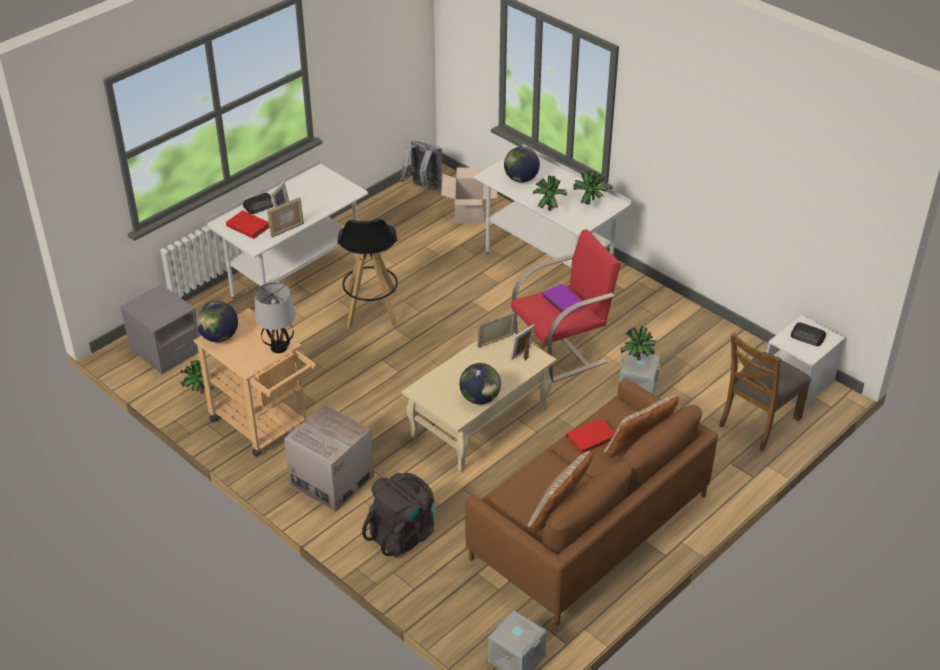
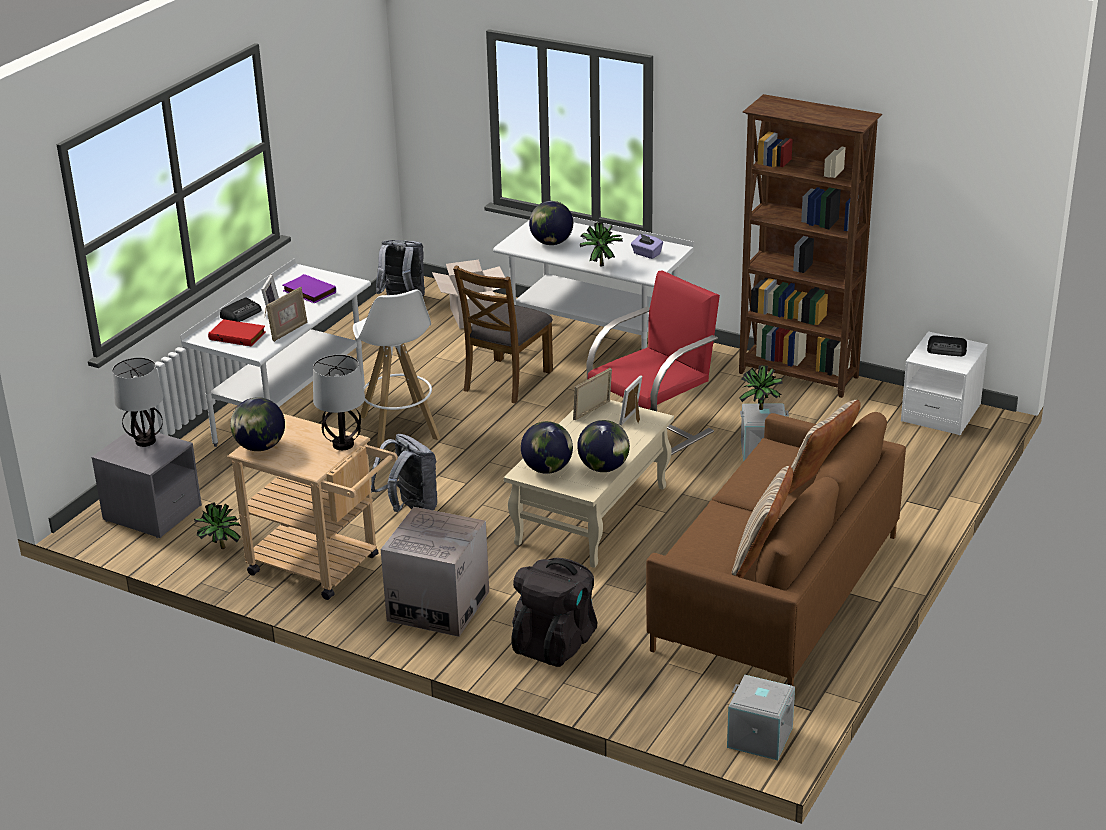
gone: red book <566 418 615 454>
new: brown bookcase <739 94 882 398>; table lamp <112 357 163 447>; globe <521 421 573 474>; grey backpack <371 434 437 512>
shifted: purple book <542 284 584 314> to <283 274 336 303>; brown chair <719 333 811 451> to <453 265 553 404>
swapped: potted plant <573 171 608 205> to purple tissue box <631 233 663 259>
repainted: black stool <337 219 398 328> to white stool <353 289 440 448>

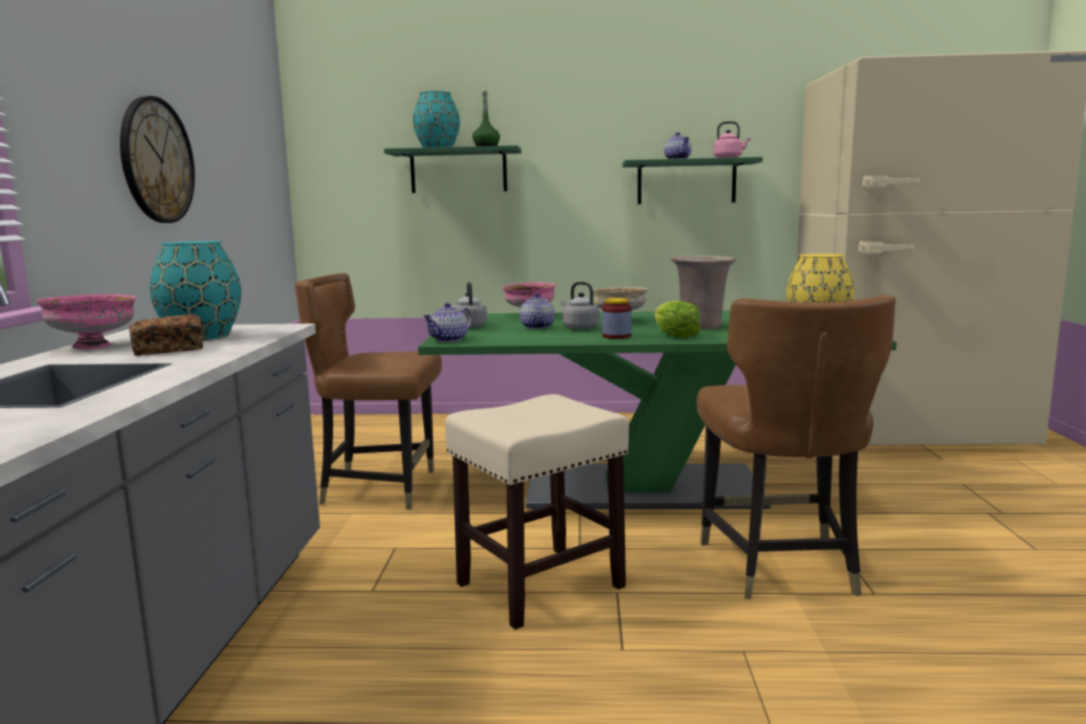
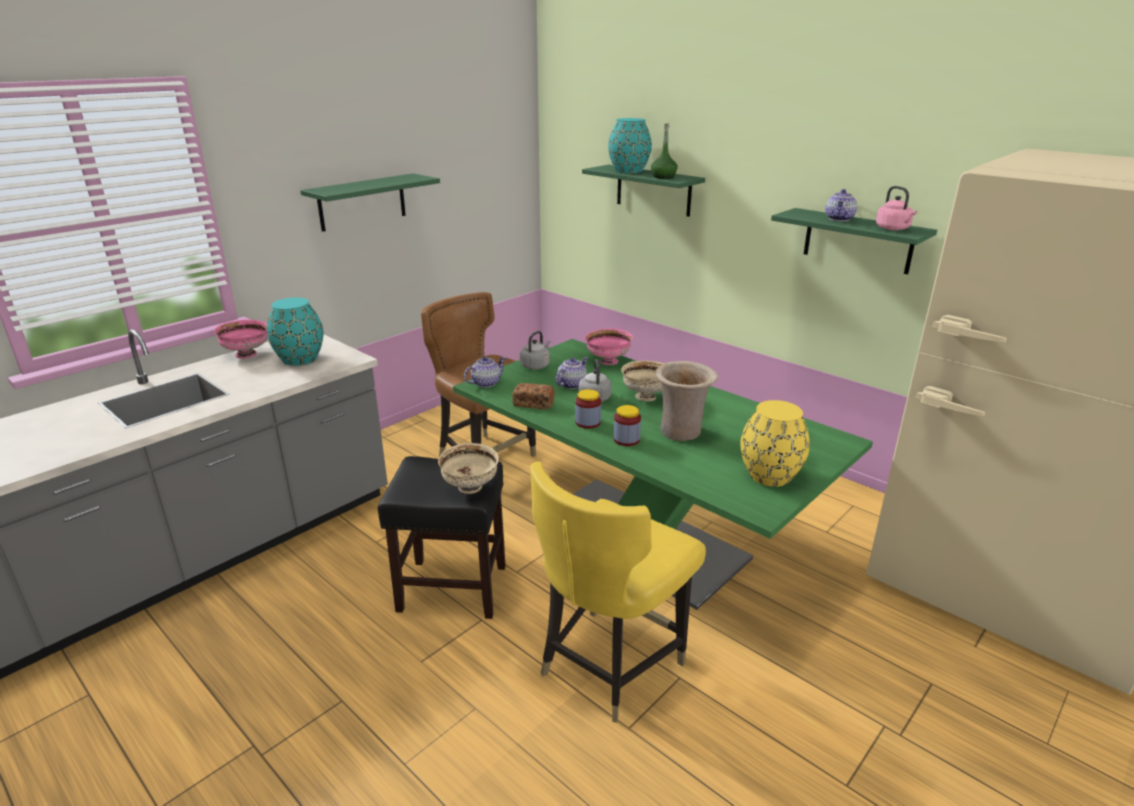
new: beige bowl <438 443 499 494>
shifted: bread <129 314 203 356> to <512 383 555 409>
swapped: wall clock <120 96 195 223> to green shelf <300 173 440 232>; lettuce <655 301 701 338> to jar <613 405 641 446>
repainted: brown chair <697 295 896 599> to yellow chair <530 461 706 723>; beige stool <445 394 629 630> to black stool <378 456 506 619>
rotated: teapot <423 303 472 342> = <464 356 506 388> 150 degrees clockwise

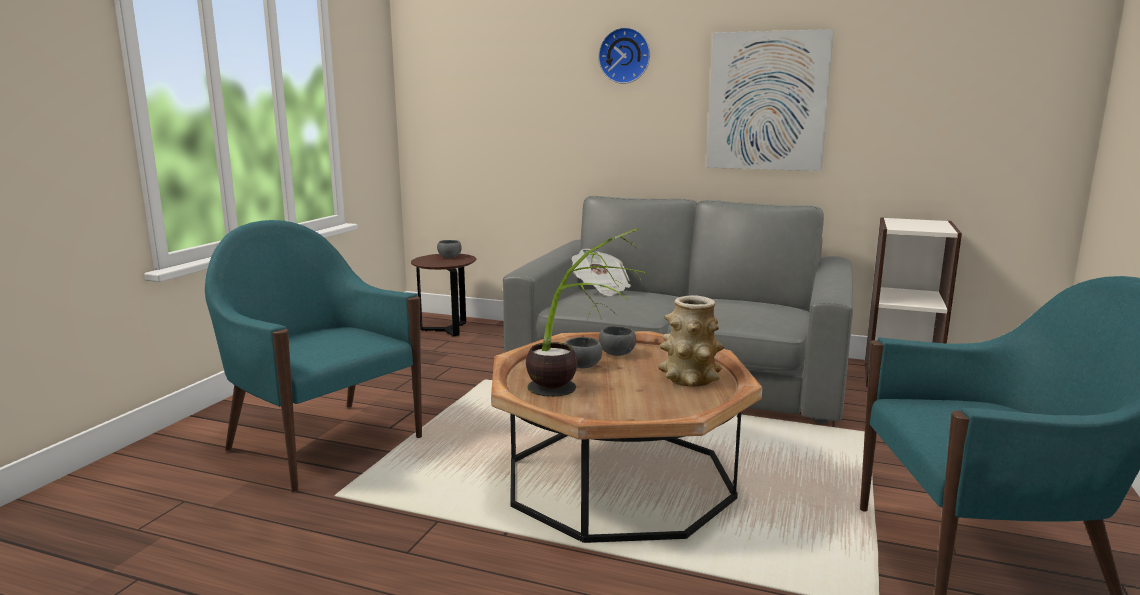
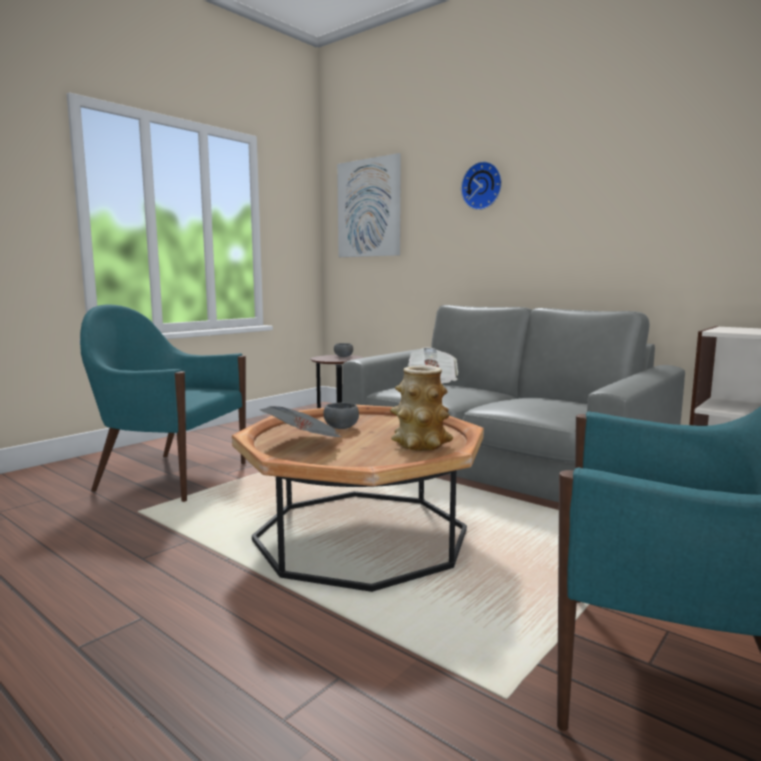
gone: grey bowl <599 326 636 356>
shifted: picture <706 29 834 171> to <337 153 401 257>
swapped: potted plant <526 228 646 397> to newspaper <260 406 342 437>
rotated: turquoise armchair <205 220 422 492> = <80 305 246 502> 45 degrees counterclockwise

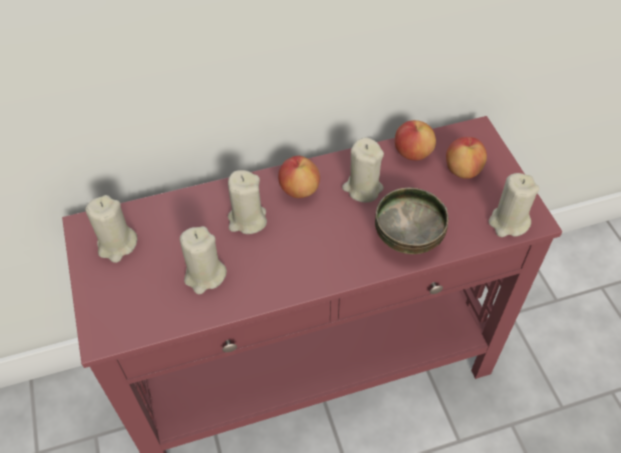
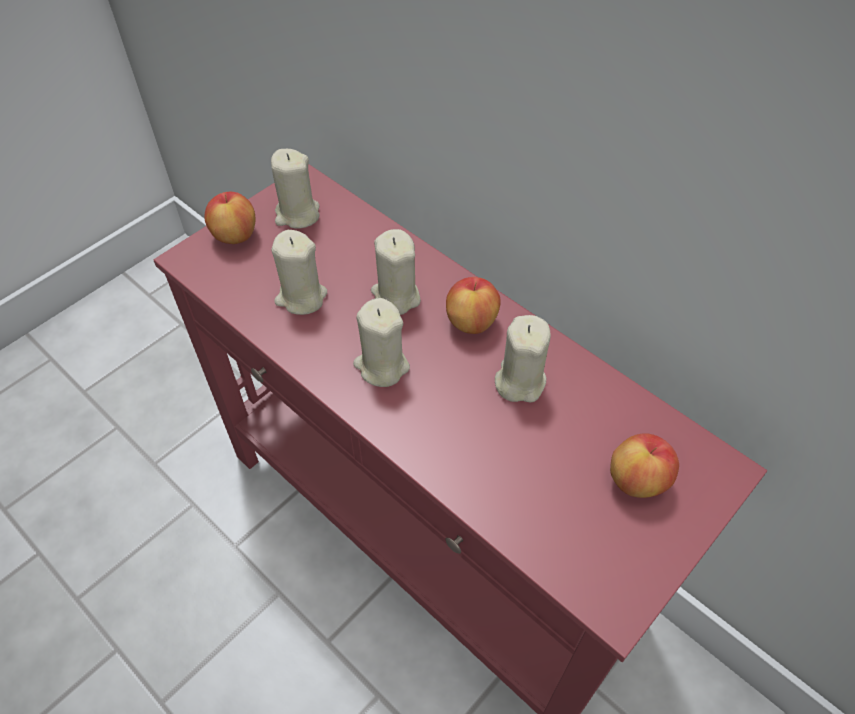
gone: bowl <375 188 449 254>
shifted: apple <395 120 436 160> to <204 192 255 244>; beige candle <489 173 539 237> to <353 298 410 387>

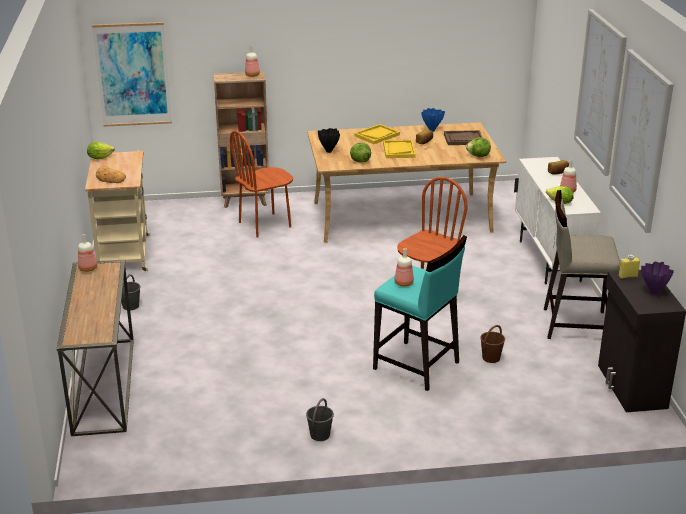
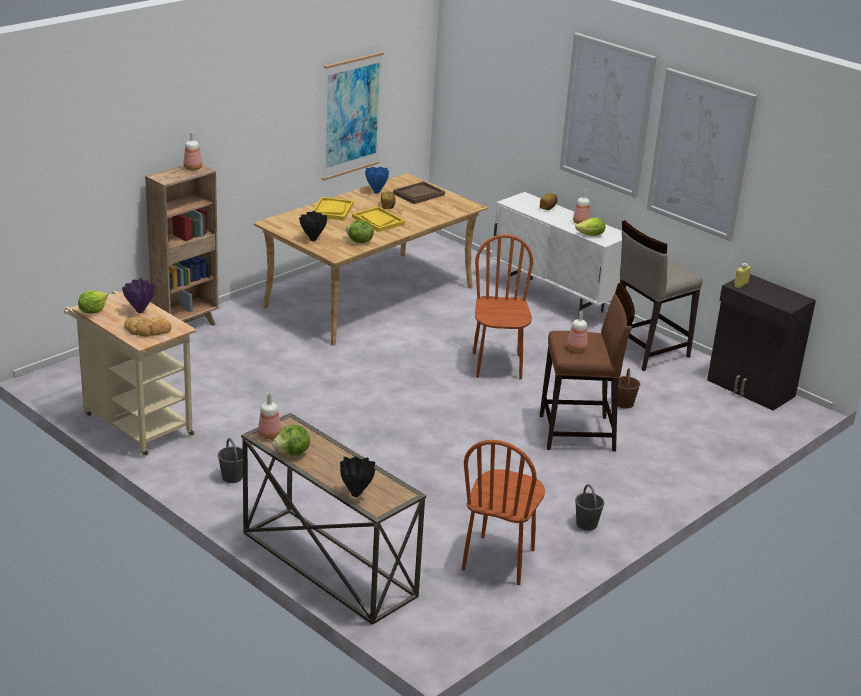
new: black vase <340 456 375 497>
shifted: picture <92 22 172 127> to <322 52 384 181>; brown chair <230 130 293 237> to <462 440 545 585>; lettuce <466 138 491 157> to <272 425 310 456>; purple vase <641 262 674 294> to <122 278 155 313>
repainted: turquoise stool <373 235 467 391> to brown stool <540 283 635 451>

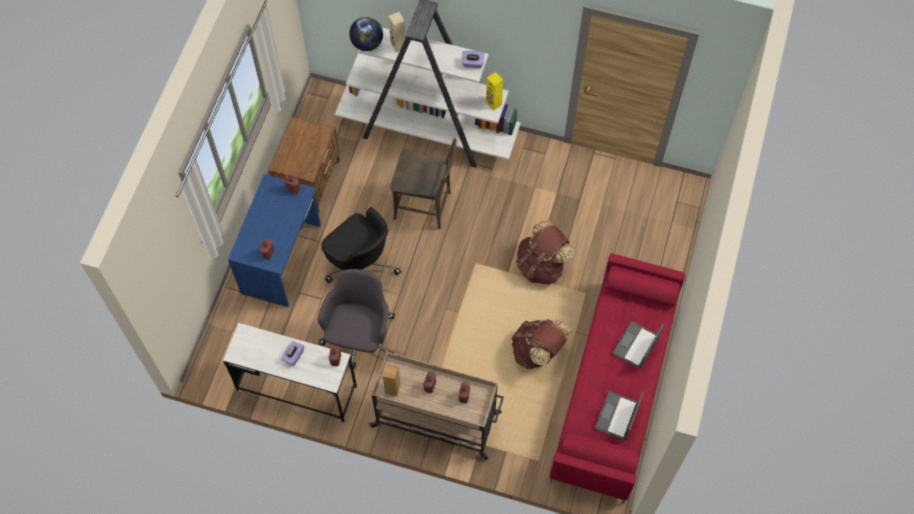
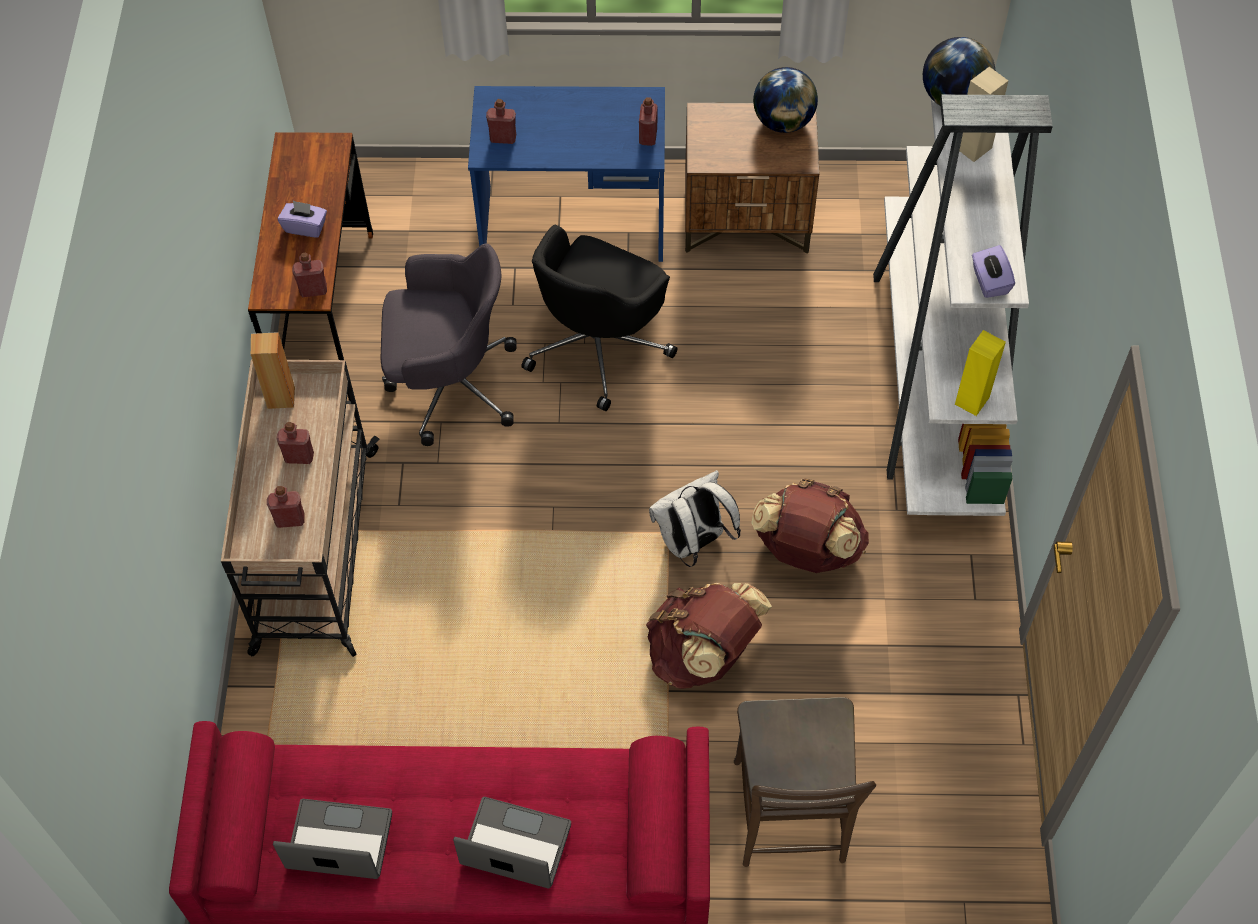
new: globe <753 67 818 133>; white backpack <649 470 741 567>
shifted: brown chair <390 138 456 229> to <734 697 876 867>; brown backpack <512 319 572 369> to <751 478 869 573>
repainted: white desk <223 323 357 422> to brown desk <248 132 373 401>

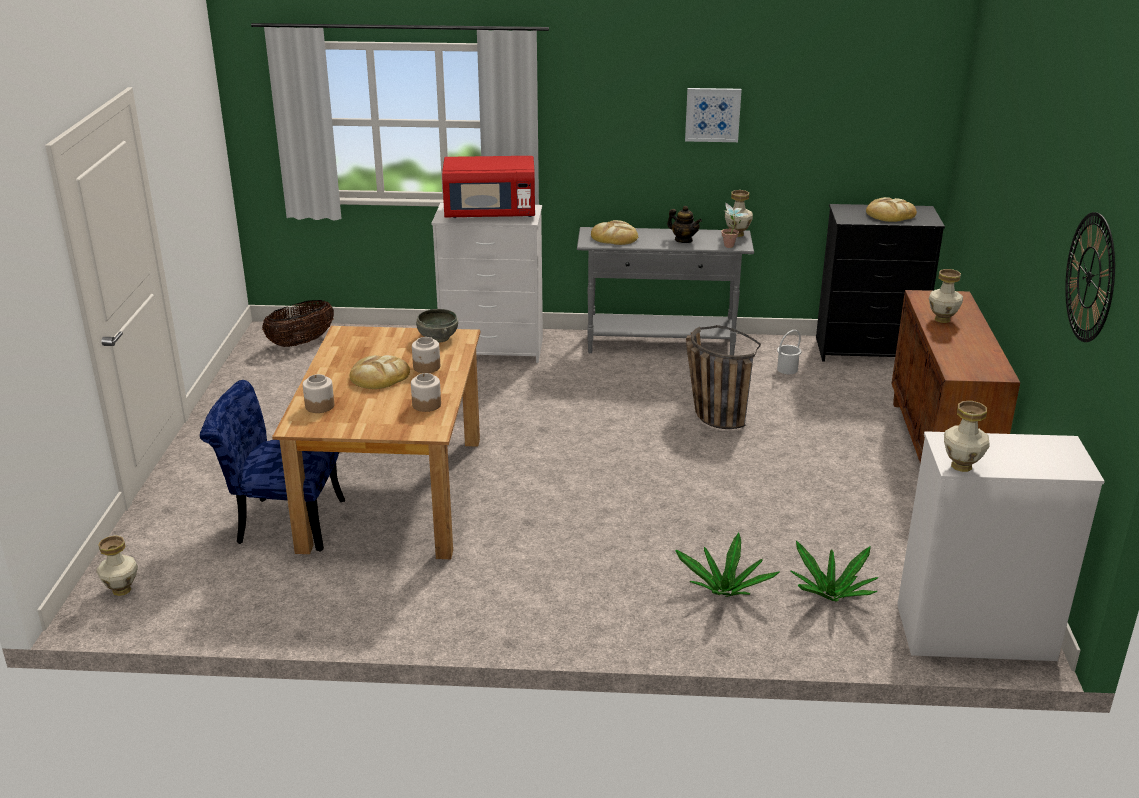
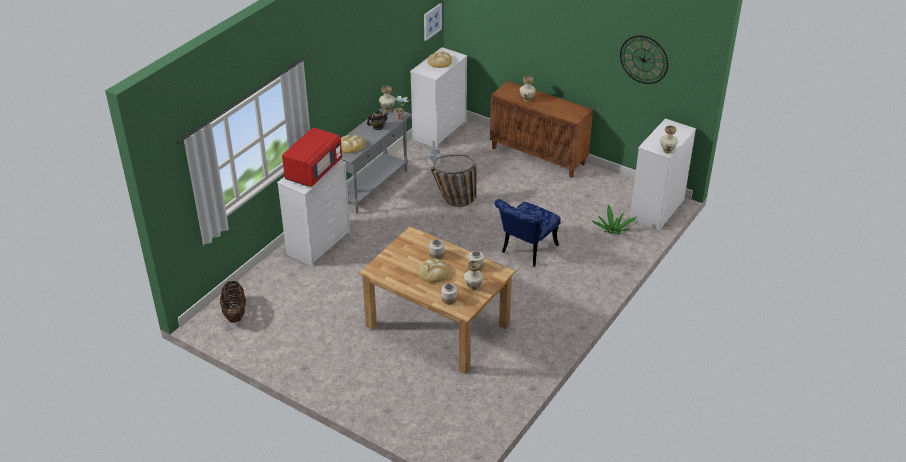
gone: grey bowl <416 309 458 343>; potted plant <675 533 780 597>
shifted: picture <685 88 742 142> to <424 3 442 41>; blue chair <200 380 345 552> to <495 199 561 266>; vase <97 536 138 596> to <464 261 484 291>
repainted: black dresser <816 204 945 362> to white dresser <410 47 467 148>

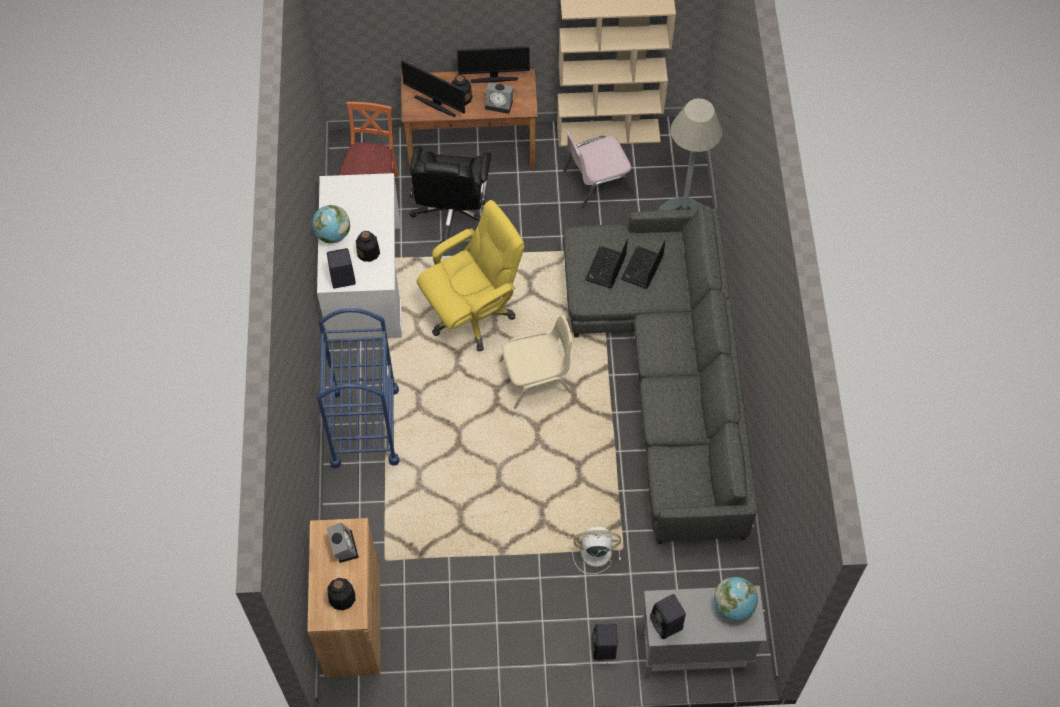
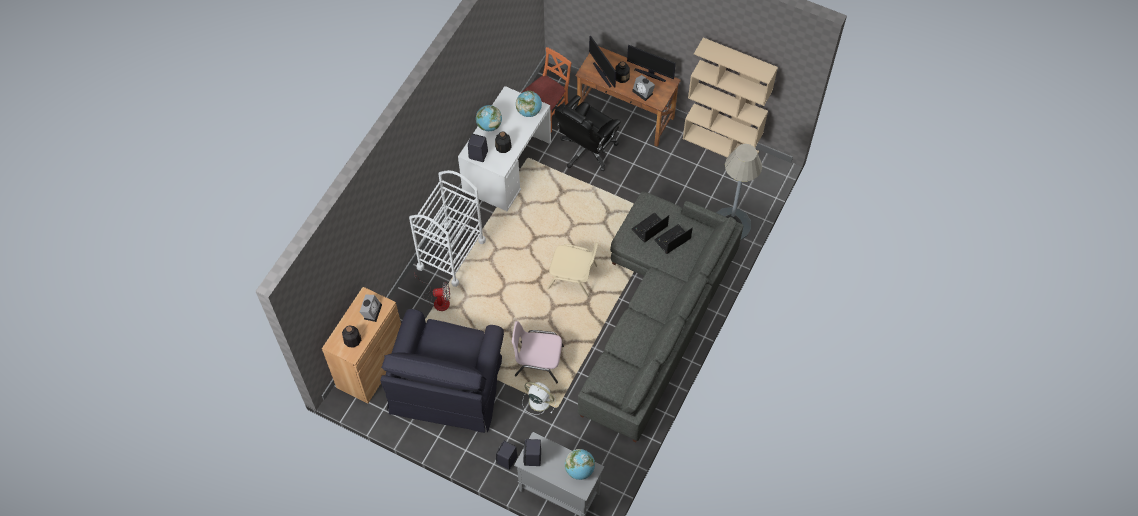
gone: yellow office chair <417 200 524 351>
new: globe <516 91 542 117>; fan <415 276 450 311>; black armchair <380 309 504 433>
shifted: pink chair <563 131 634 209> to <512 321 564 383>
repainted: blue cart <317 308 400 469> to white cart <409 170 486 287>

